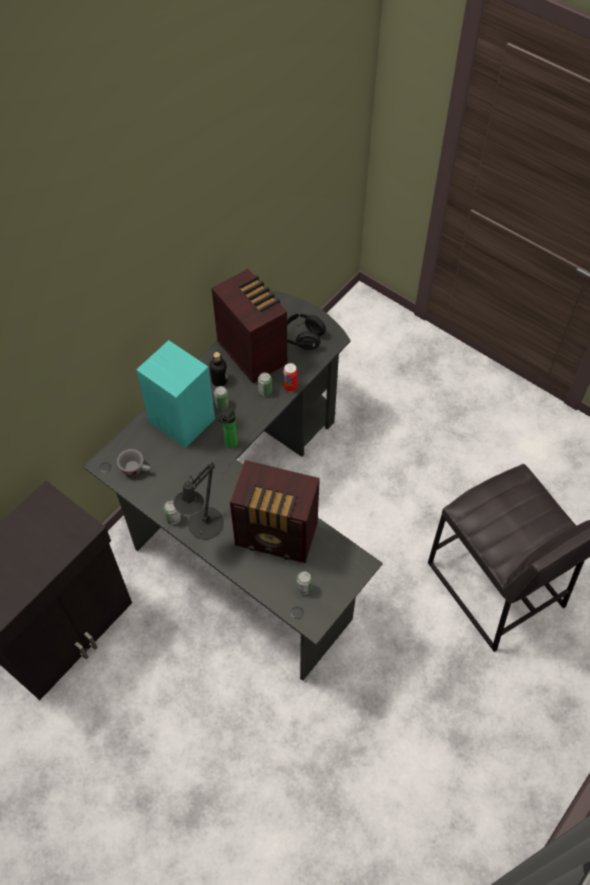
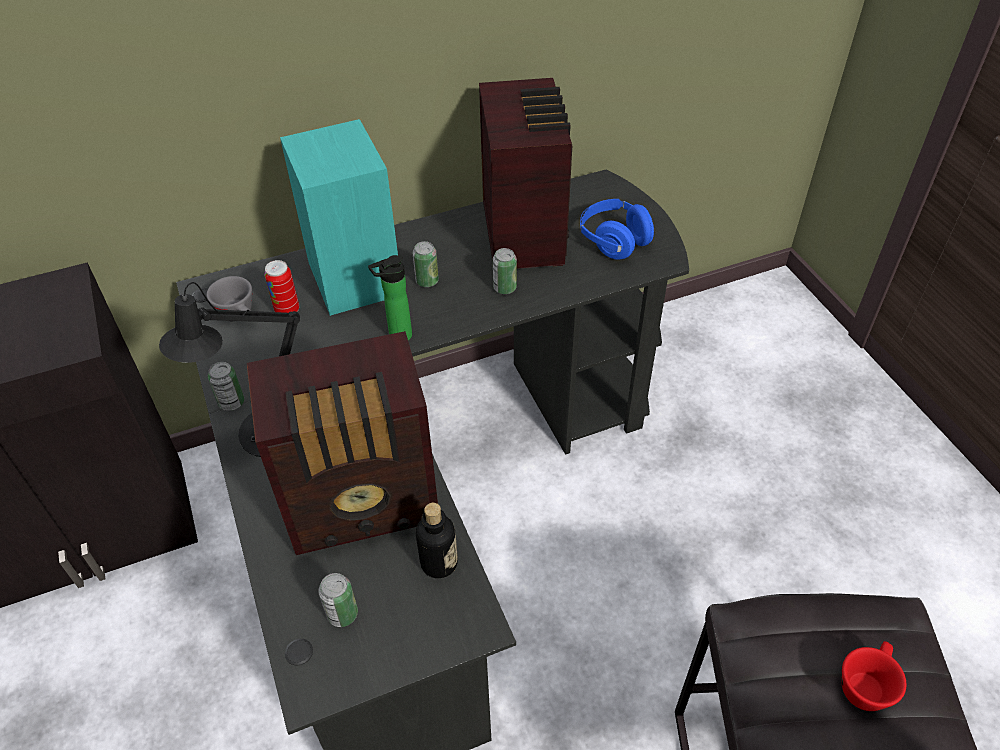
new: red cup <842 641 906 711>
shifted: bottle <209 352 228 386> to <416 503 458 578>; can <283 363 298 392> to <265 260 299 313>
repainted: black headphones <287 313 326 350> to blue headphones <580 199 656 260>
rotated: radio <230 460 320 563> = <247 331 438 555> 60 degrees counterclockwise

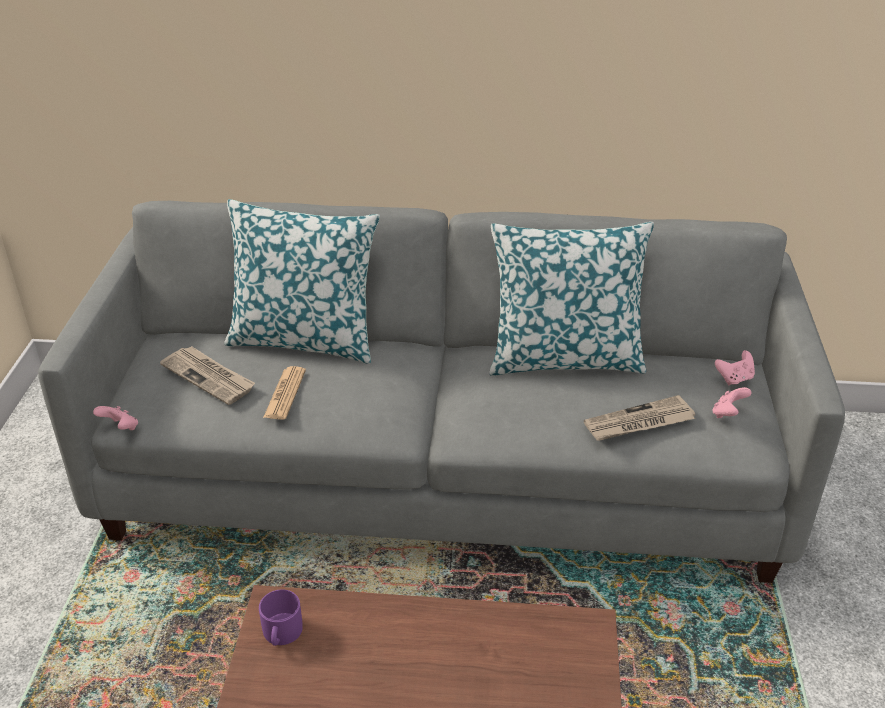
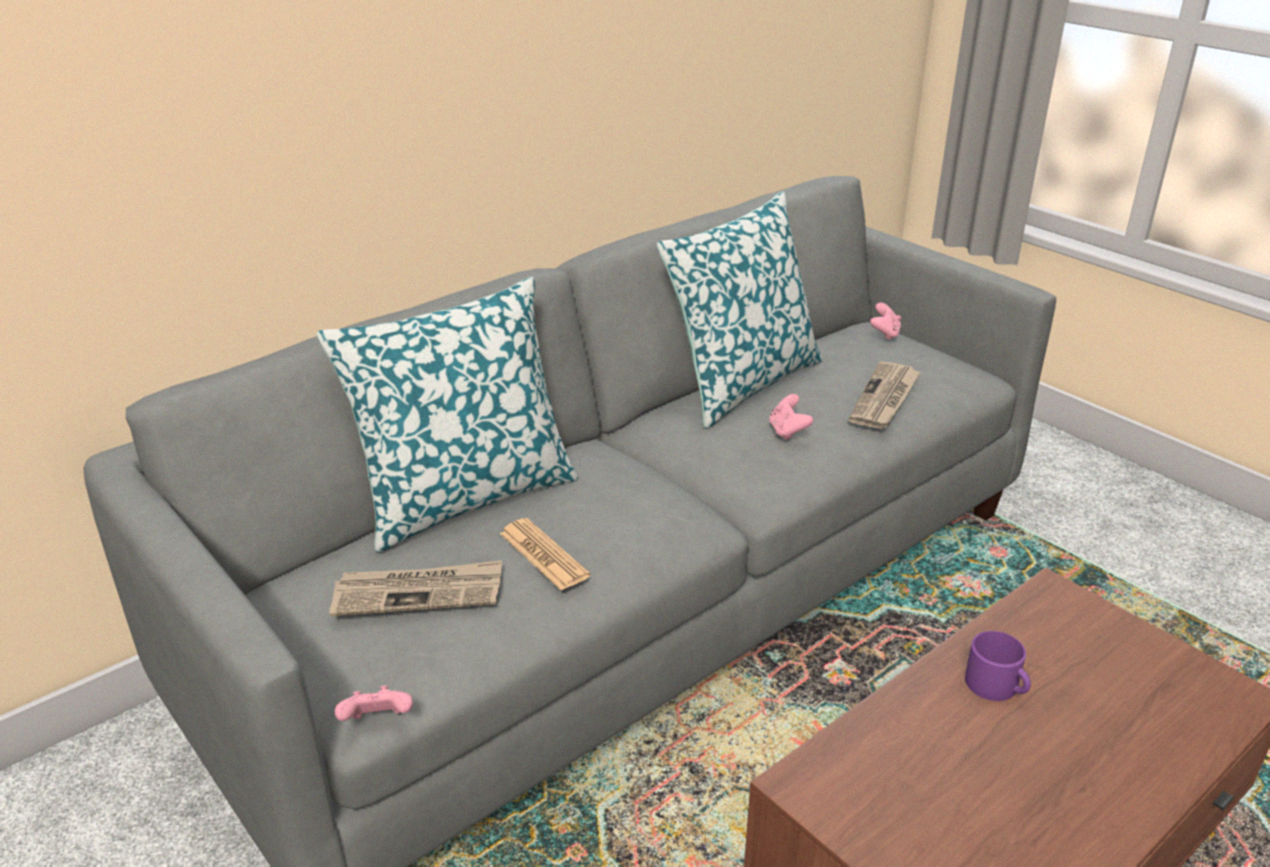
shifted: pink game controller <712 387 752 418> to <769 394 813 440>; purple mug <259 589 303 646> to <965 631 1031 701>

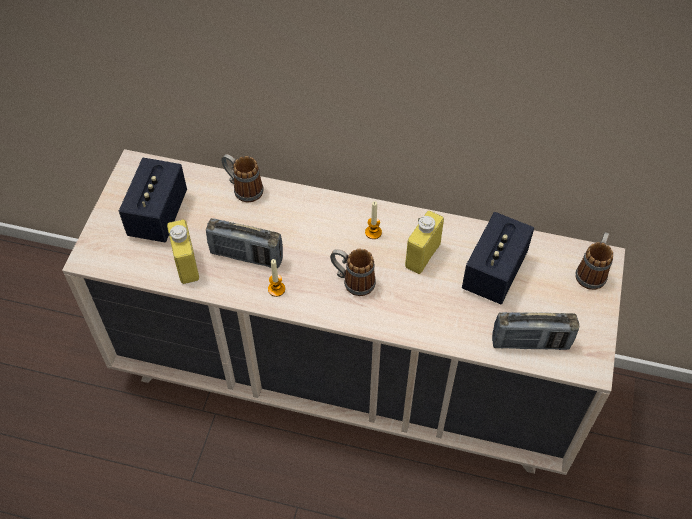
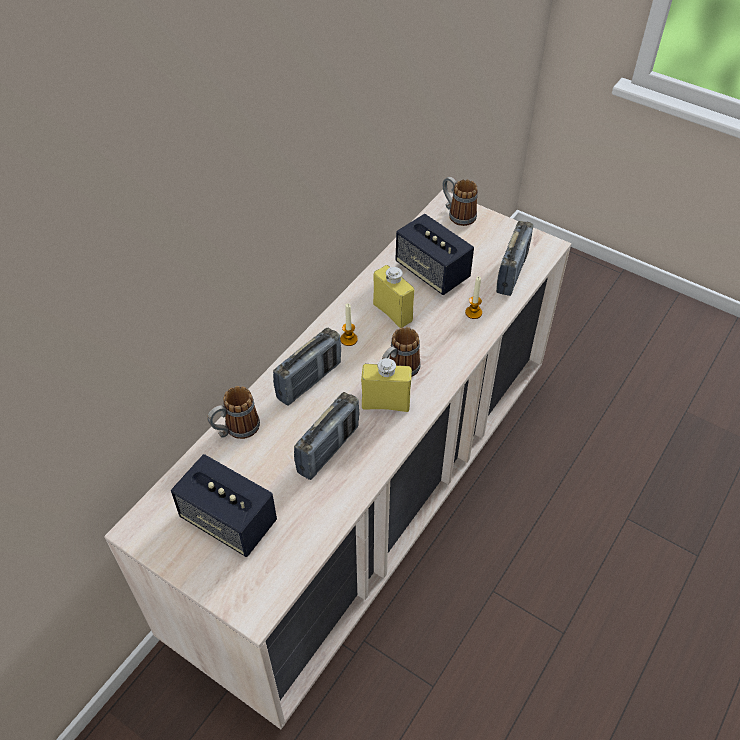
new: radio <273 327 341 406>
shifted: yellow bottle <167 220 199 284> to <361 358 412 412>; candle <268 259 285 297> to <465 276 482 319>

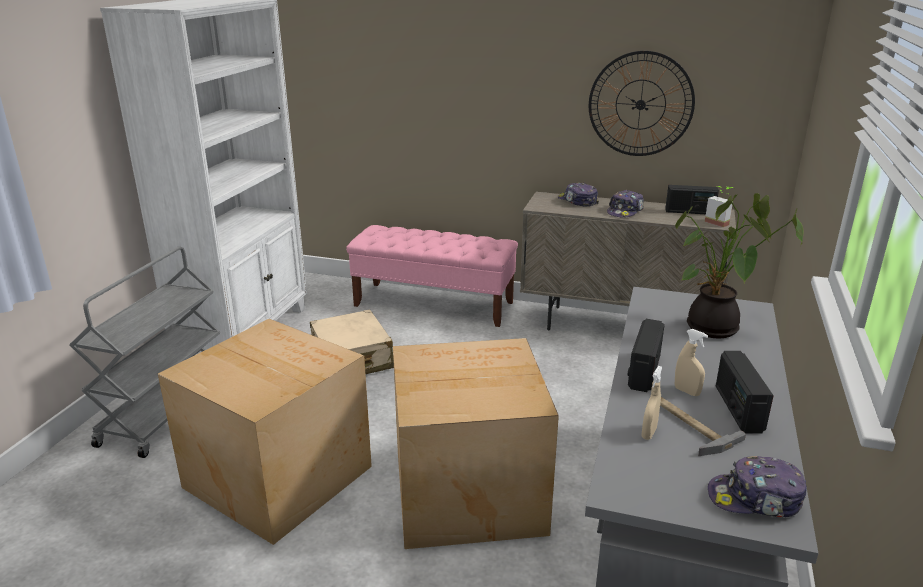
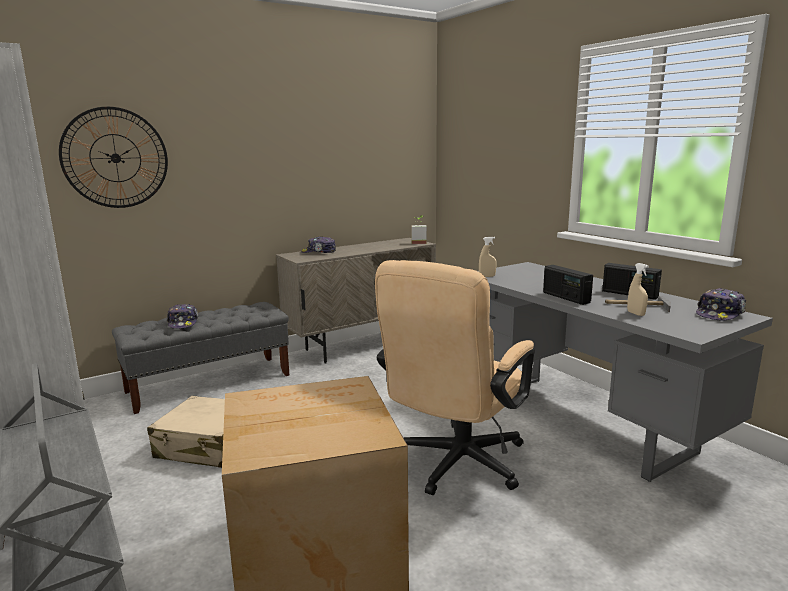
gone: radio <665 185 719 214>; potted plant <675 193 803 339>
shifted: wall clock <589 51 695 156> to <59 107 168 208>; cap <607 190 644 218> to <167 304 198 329>; beige spray bottle <675 329 708 396> to <479 237 497 277>
swapped: cardboard box <393 338 559 549> to beige office chair <375 260 535 495>
repainted: pink bench <346 225 518 327> to grey bench <112 302 289 414>

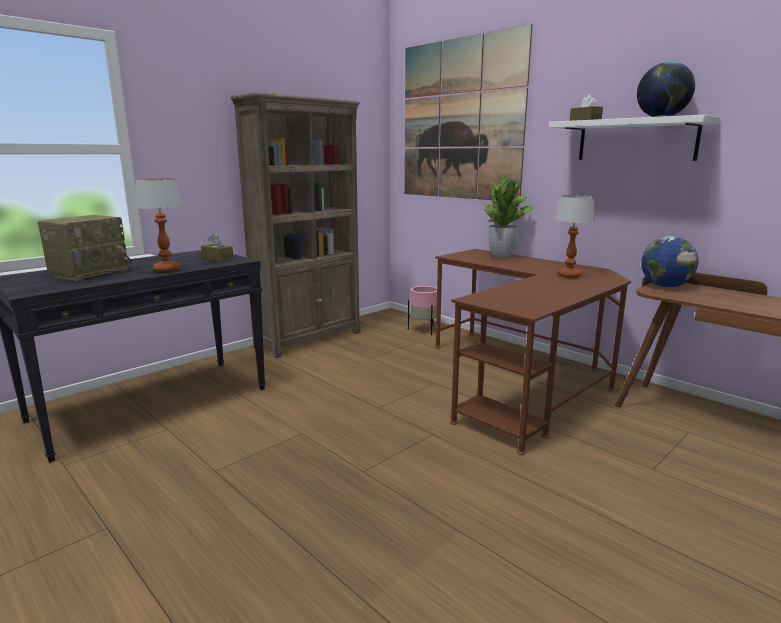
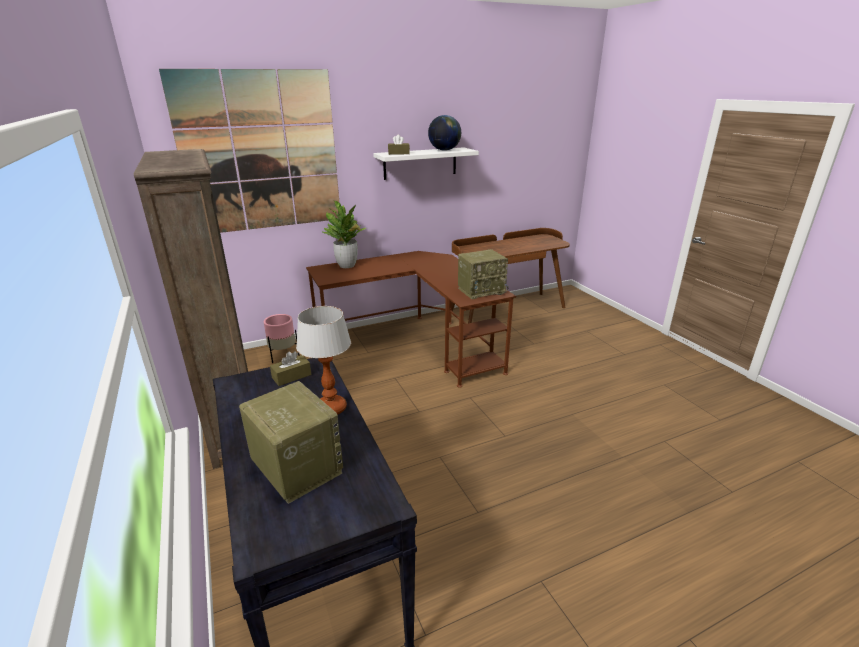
gone: table lamp <554 195 595 278>; globe <641 236 698 288>
new: radio <458 249 508 299>

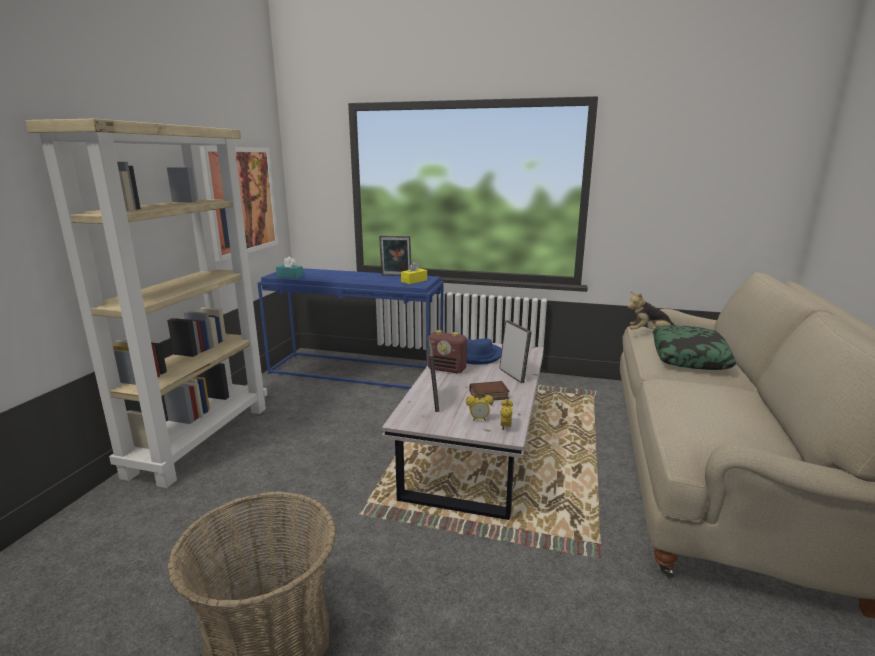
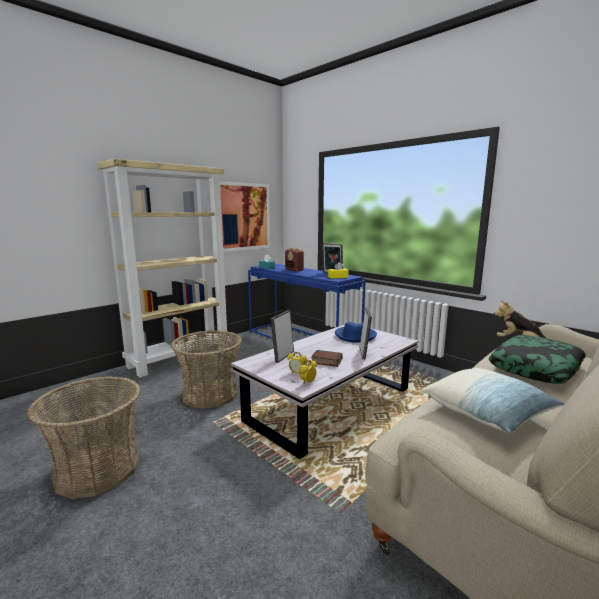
new: basket <171 330 242 409>; pillow <422 368 565 434>
shifted: radio <427 330 467 373> to <285 248 304 271>

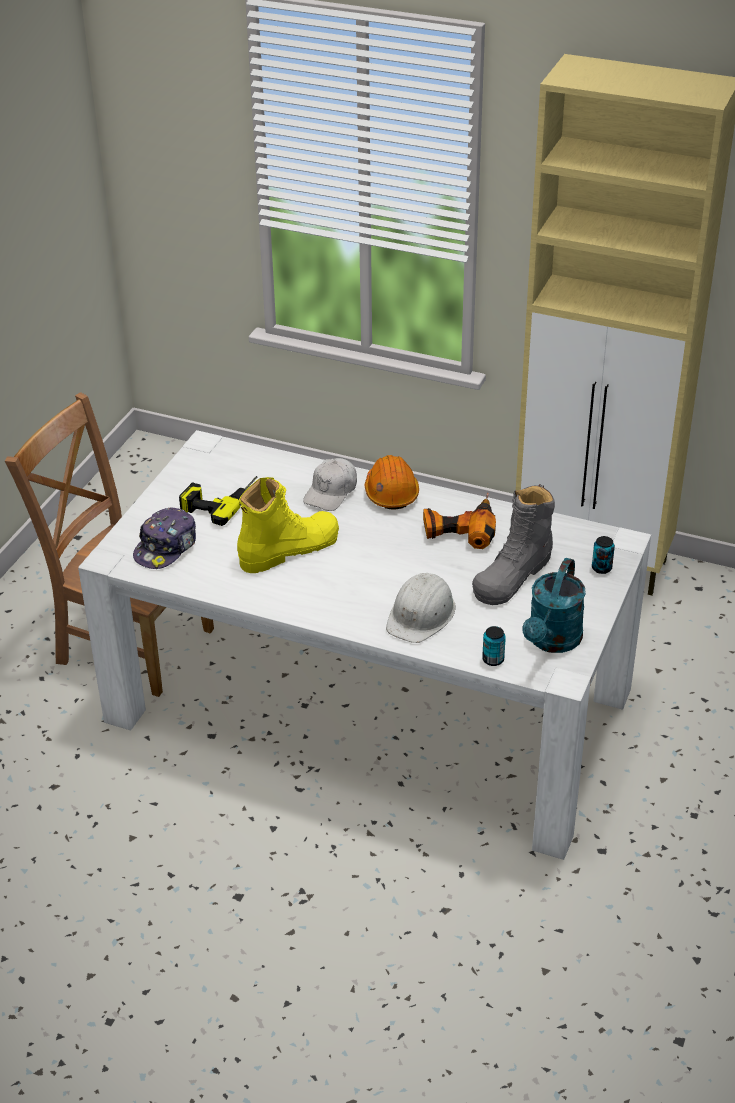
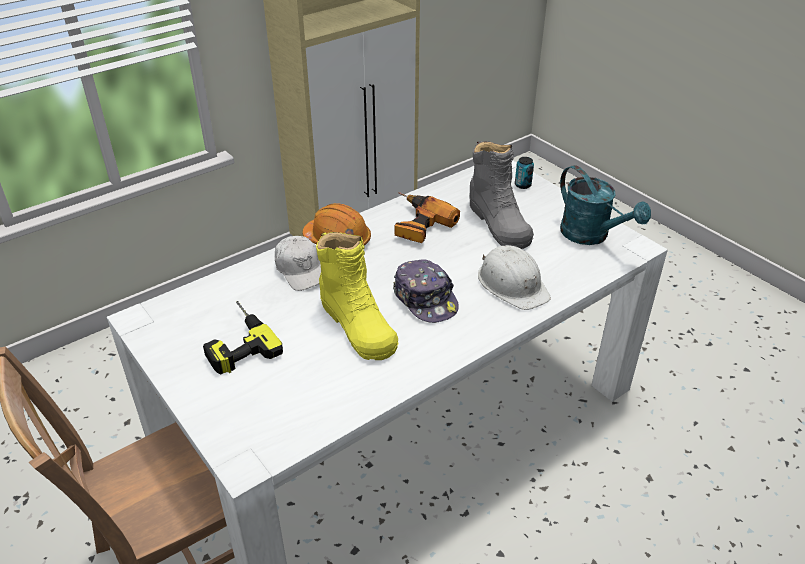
gone: can <482 626 506 666>
shifted: cap <133 507 196 569> to <393 259 459 323>
rotated: yellow boot <237 477 339 573> = <316 232 399 360> 150 degrees clockwise

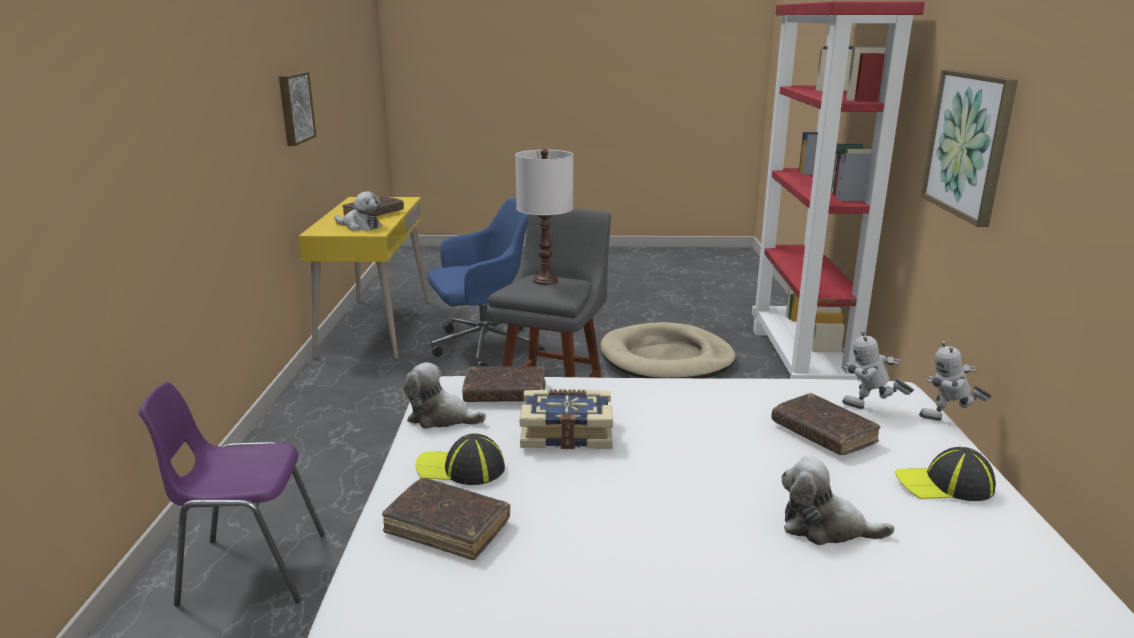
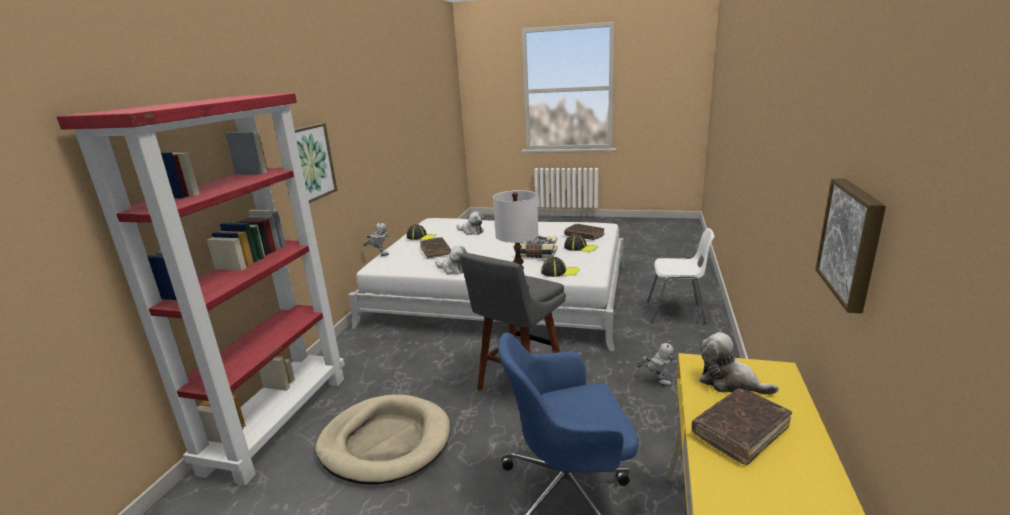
shifted: toy robot <842 330 914 409> to <636 341 677 387>; plush toy <403 362 486 429> to <435 246 467 275>
swapped: brown book <462 366 545 402> to cap <541 257 579 277>
repainted: purple chair <139 382 325 607> to white chair <647 228 714 324>

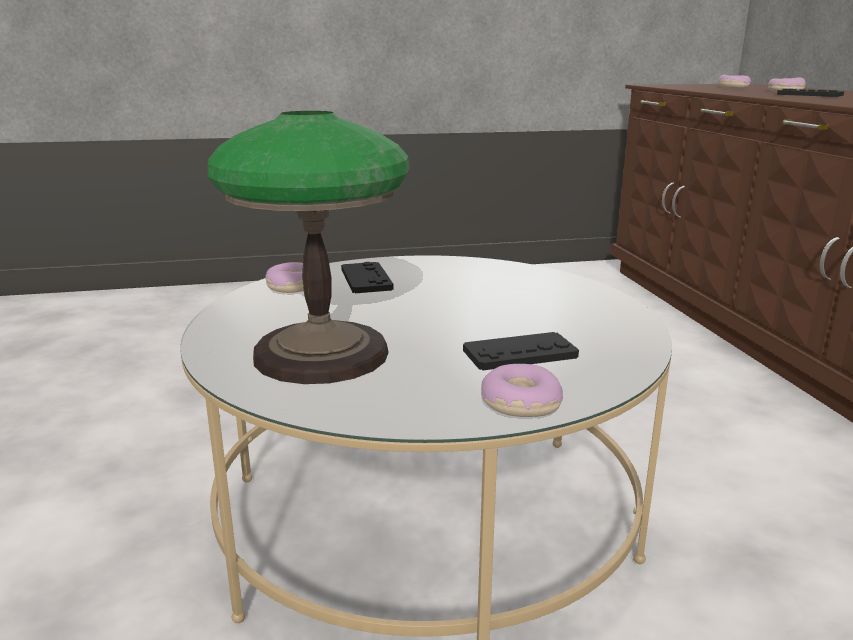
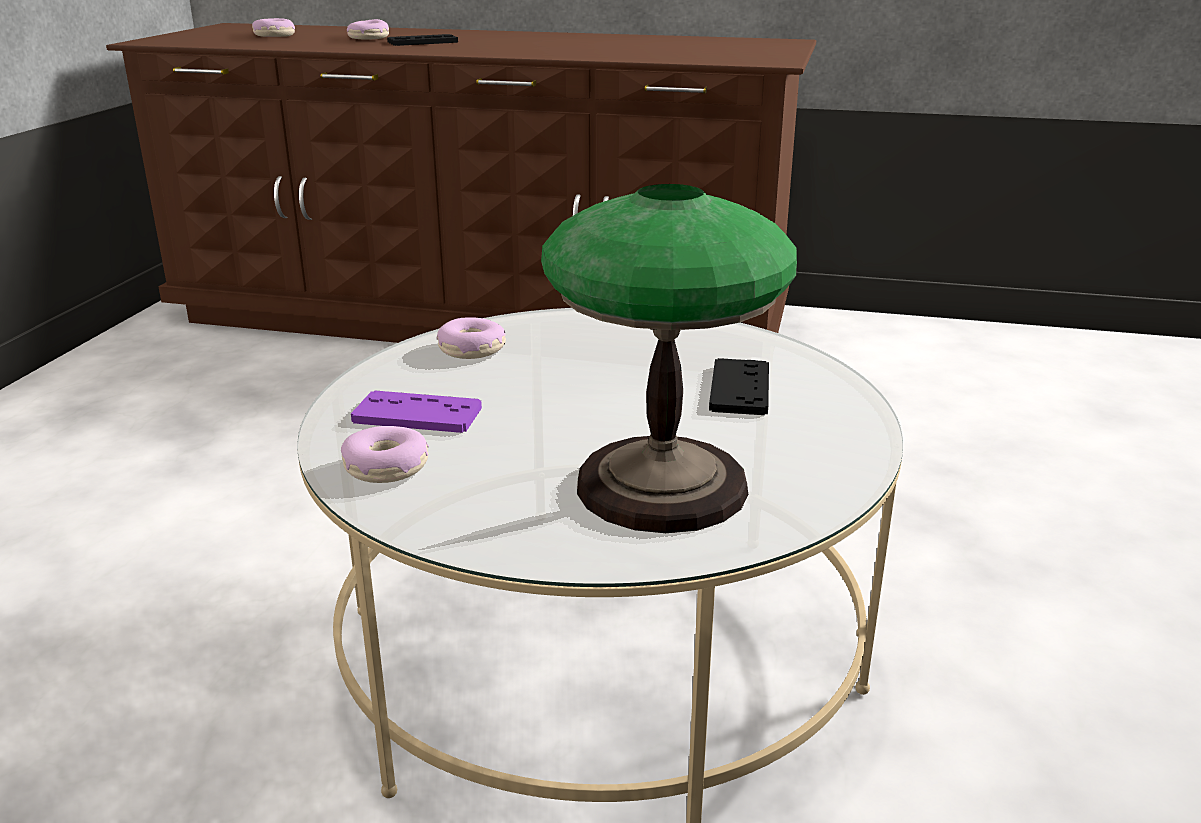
shifted: donut <481 364 563 417> to <437 317 506 359>
repainted: black game controller <341 262 394 293> to purple game controller <351 391 482 433>

